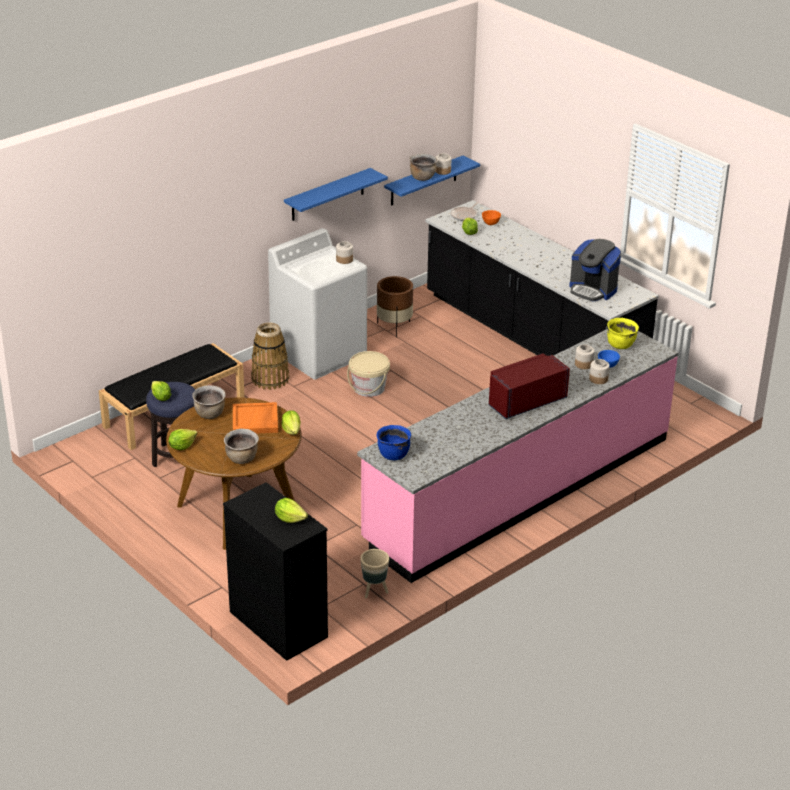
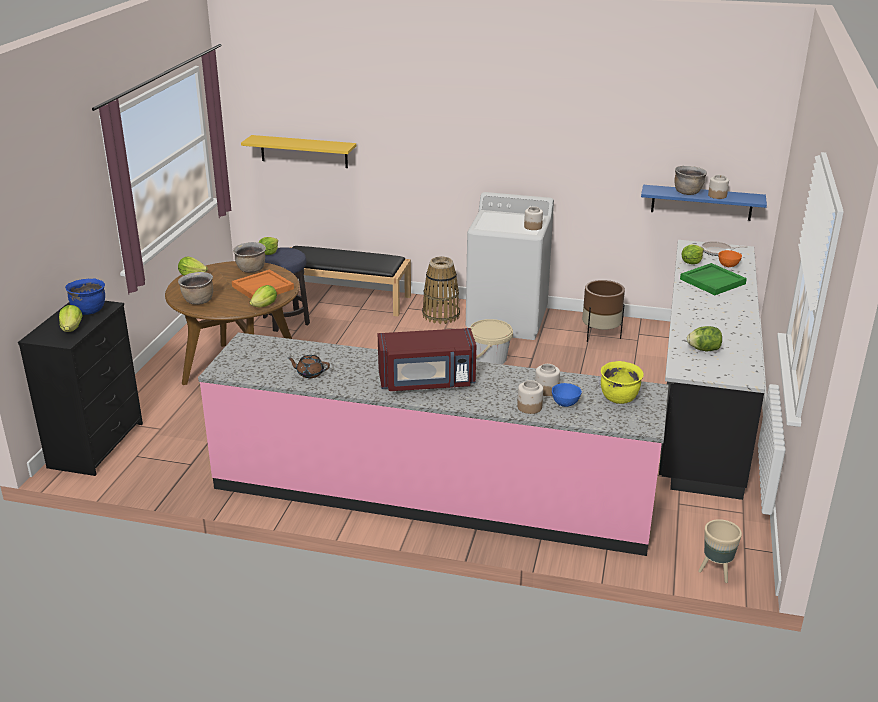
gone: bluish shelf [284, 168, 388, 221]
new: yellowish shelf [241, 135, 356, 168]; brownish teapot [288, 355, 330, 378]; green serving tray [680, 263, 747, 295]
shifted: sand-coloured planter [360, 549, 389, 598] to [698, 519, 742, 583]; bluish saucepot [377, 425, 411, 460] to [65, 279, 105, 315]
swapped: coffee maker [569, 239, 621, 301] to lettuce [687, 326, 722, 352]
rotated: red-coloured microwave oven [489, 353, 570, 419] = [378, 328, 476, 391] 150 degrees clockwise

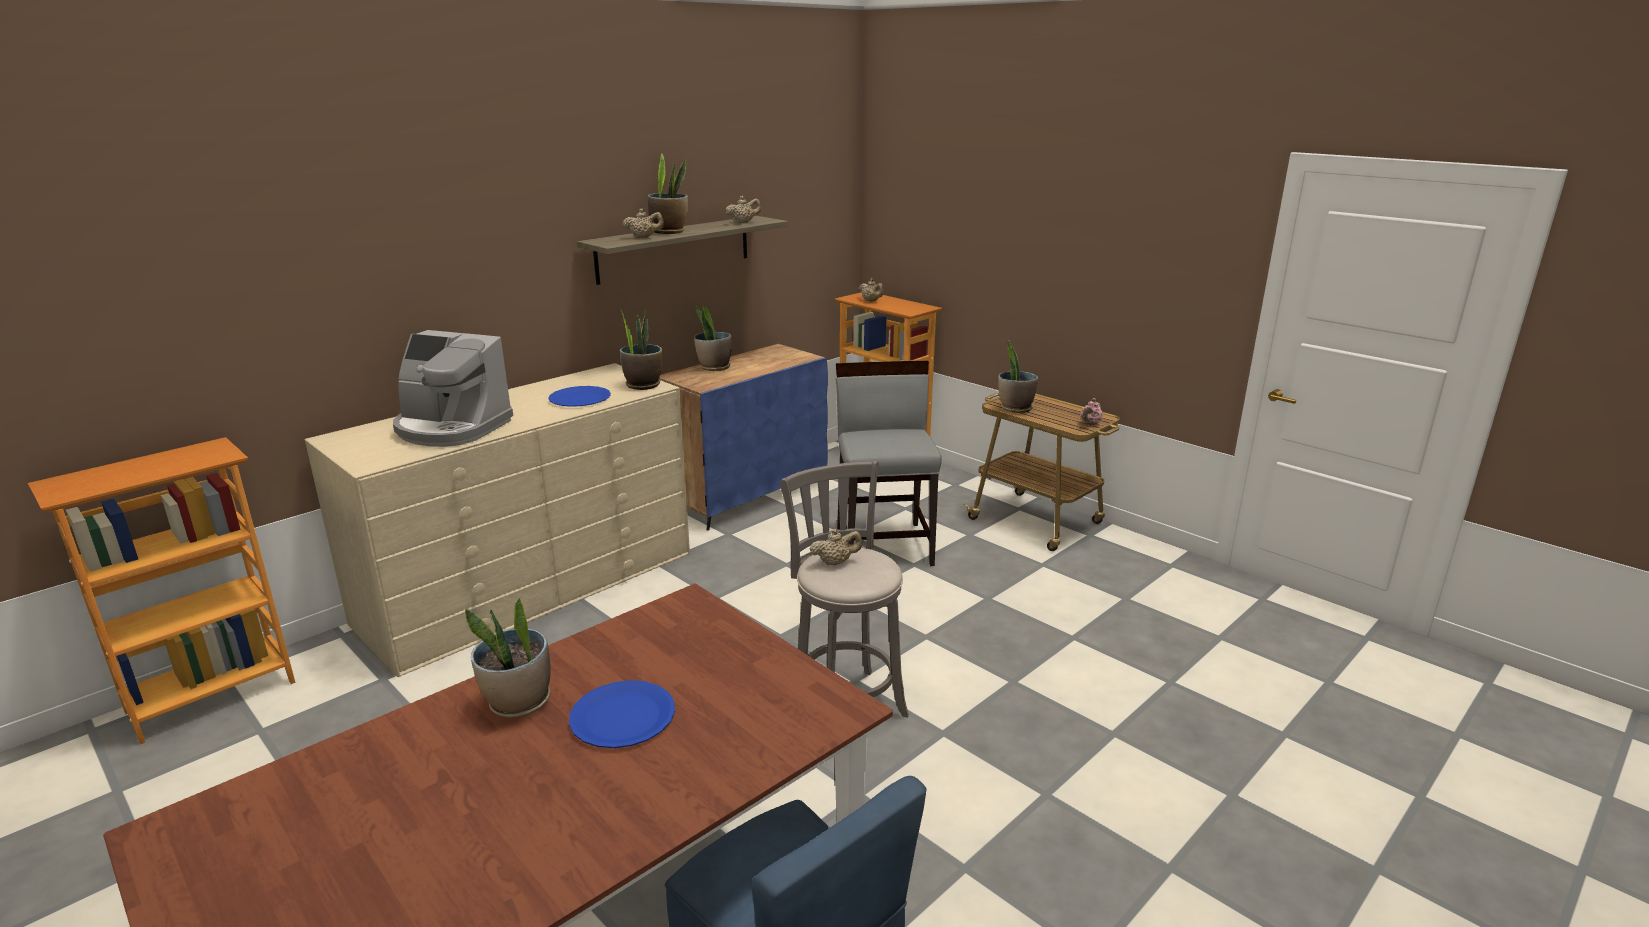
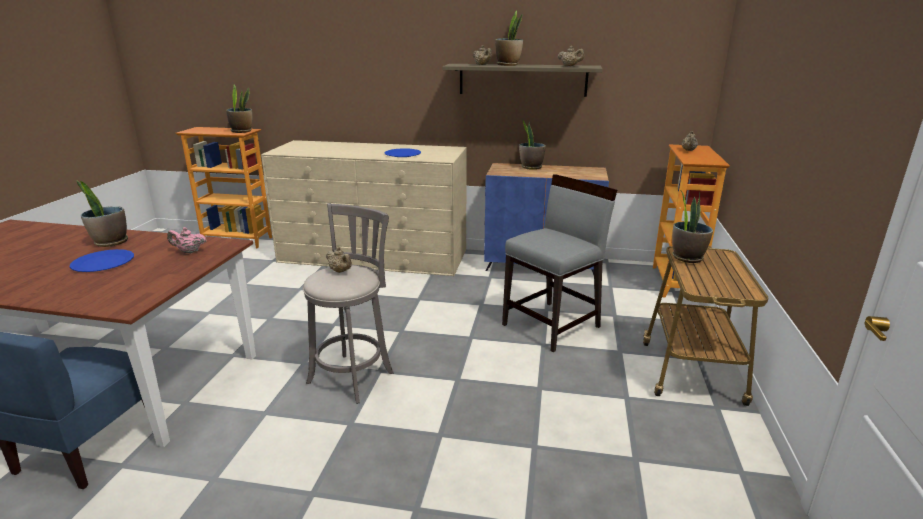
gone: coffee maker [393, 330, 513, 447]
shifted: plant in a pot [619, 309, 662, 390] to [226, 84, 253, 133]; pink-coloured teapot [1080, 398, 1103, 425] to [167, 227, 206, 253]

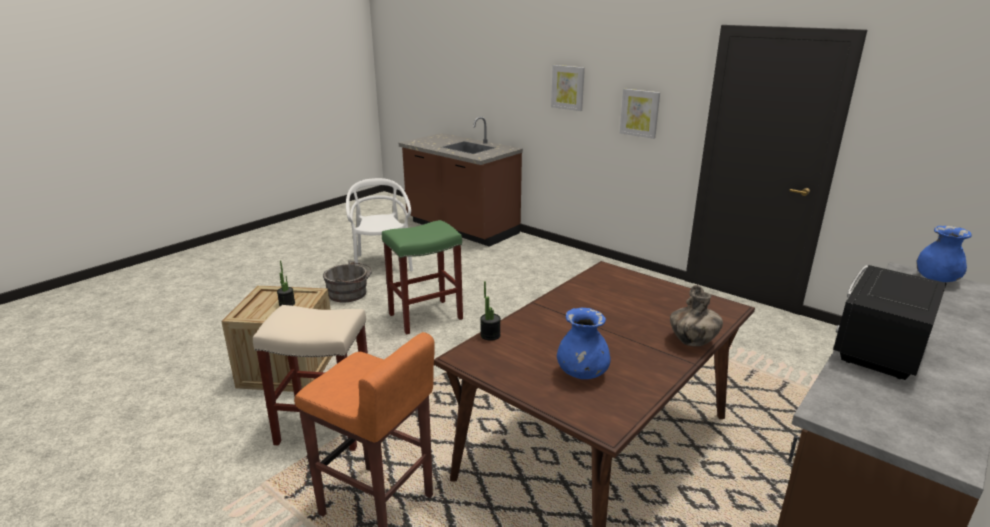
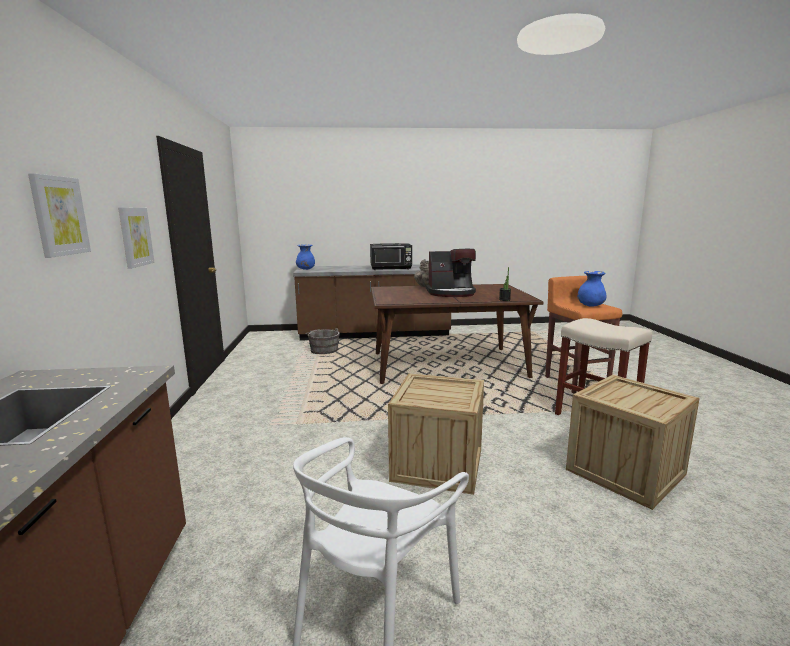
gone: plant in a pot [277, 260, 295, 306]
new: coffee maker [426, 249, 476, 297]
shifted: greyish pail [323, 261, 372, 302] to [305, 328, 340, 354]; bluish flower vase [557, 308, 611, 379] to [577, 271, 607, 307]
swapped: green stool seat [382, 220, 463, 335] to packing crate [388, 374, 484, 495]

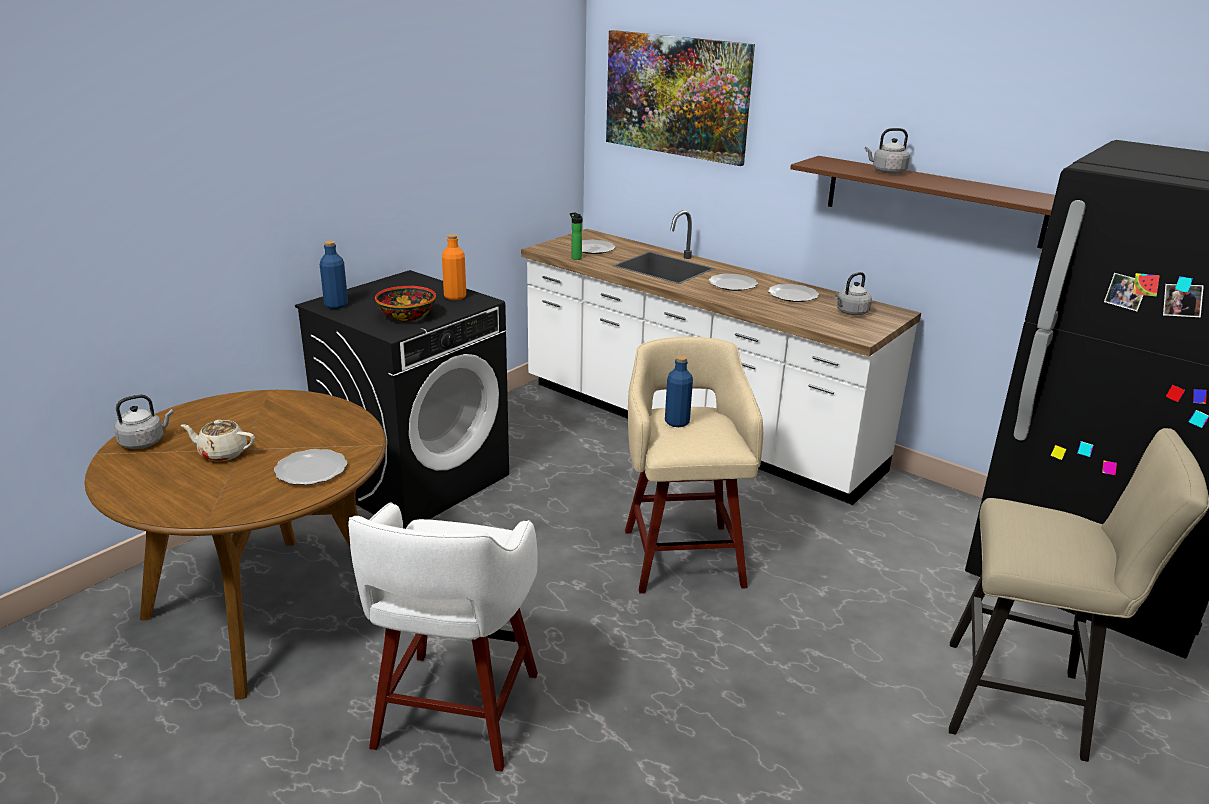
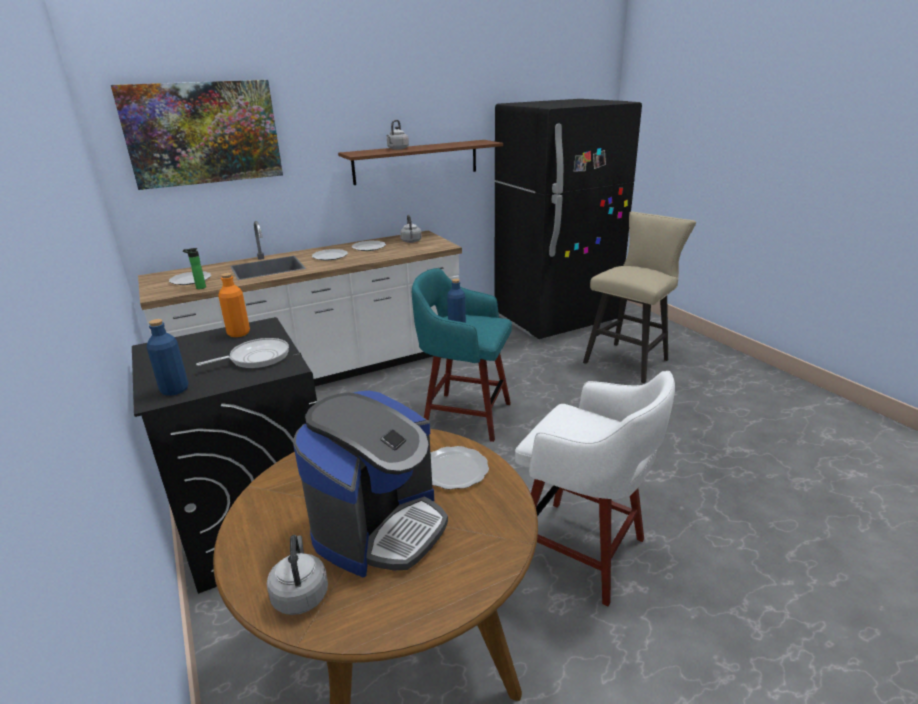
swapped: sand-coloured teapot [181, 420, 255, 461] to coffee maker [293, 391, 448, 577]; bowl [375, 286, 436, 321] to frying pan [196, 338, 289, 368]
repainted: sand-coloured stool seat [625, 337, 763, 594] to turquoise-coloured stool seat [412, 268, 512, 442]

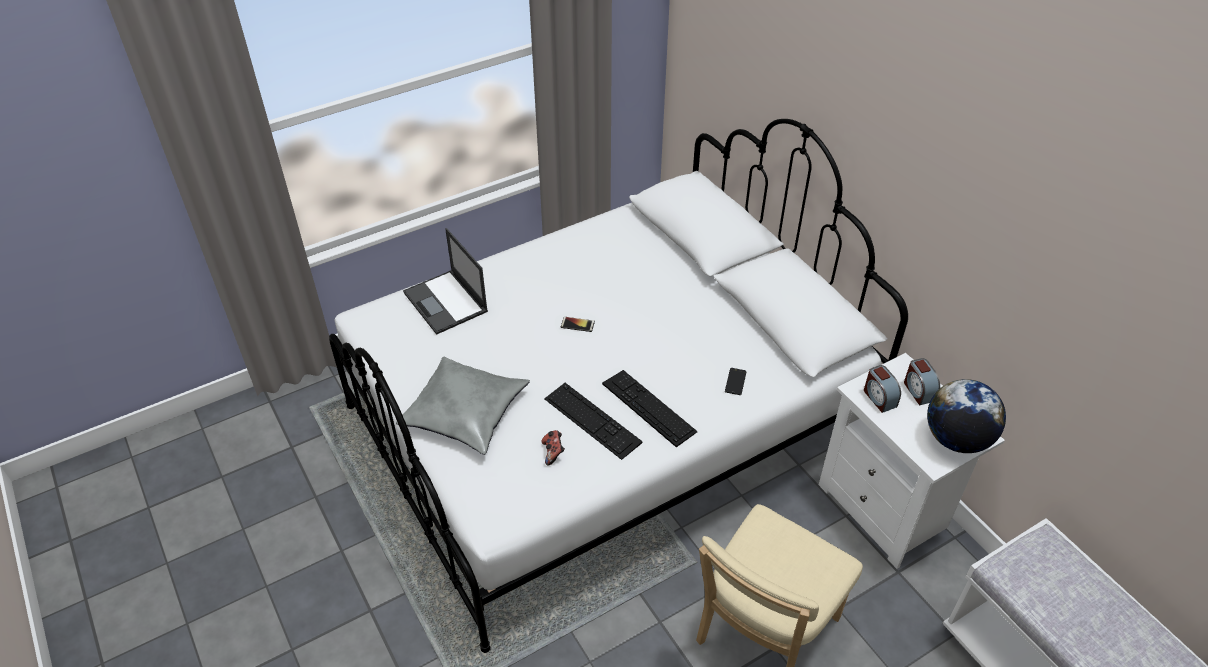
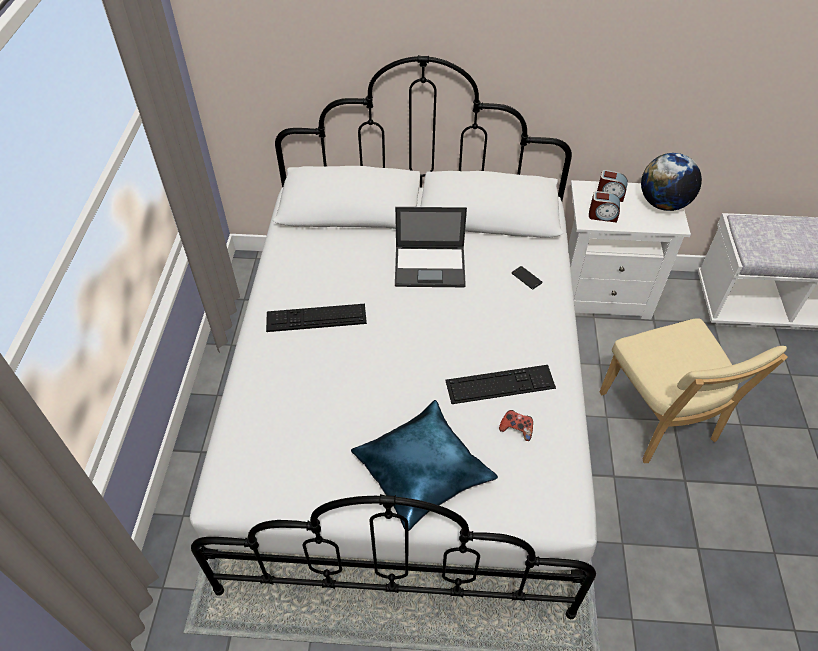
gone: handset [561, 317, 595, 332]
shifted: portable computer [403, 228, 488, 335] to [395, 207, 467, 287]; computer keyboard [602, 370, 698, 447] to [266, 304, 367, 332]
repainted: greyish cushion [396, 357, 530, 455] to bluish cushion [351, 400, 498, 531]

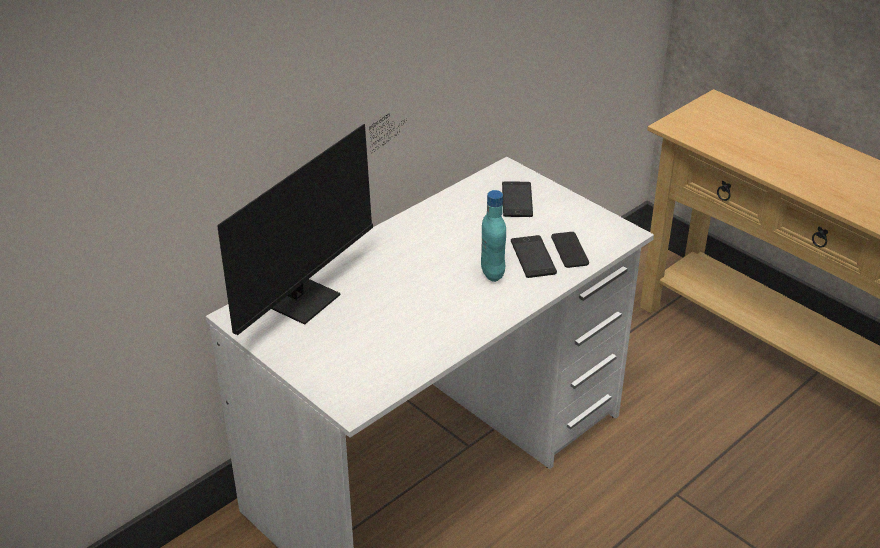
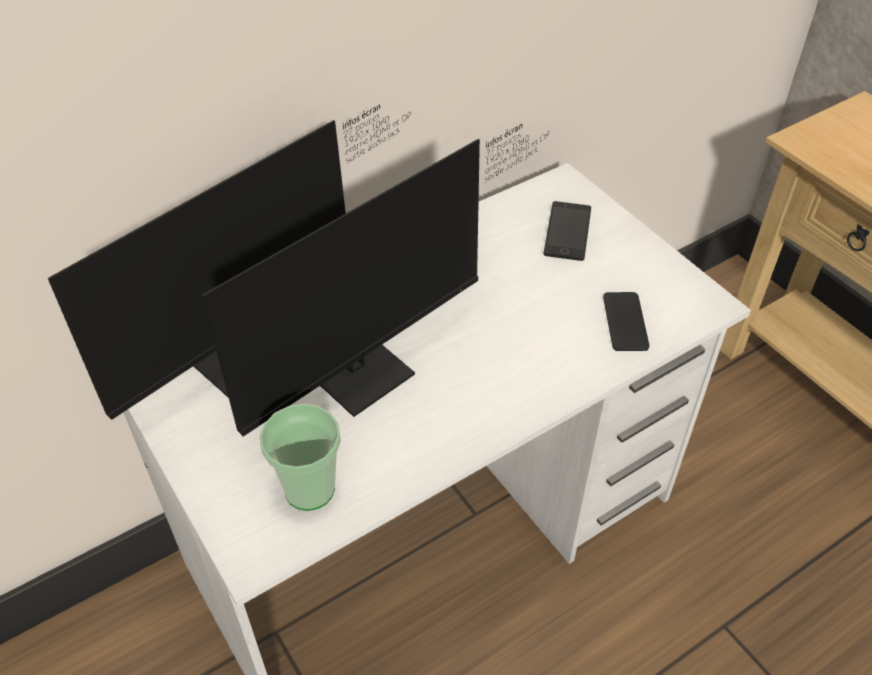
gone: turquoise-coloured drink bottle [481, 190, 506, 282]; handset [511, 235, 557, 278]
new: monitor [202, 124, 549, 436]; cup [260, 404, 341, 511]

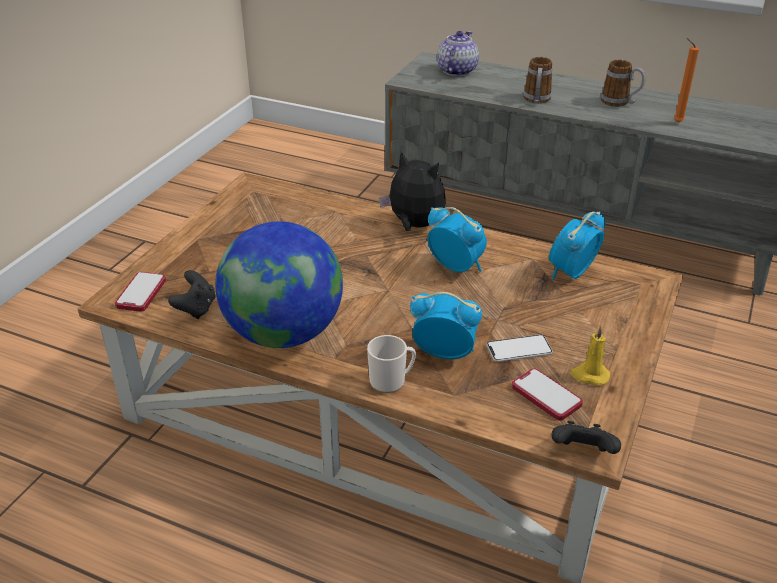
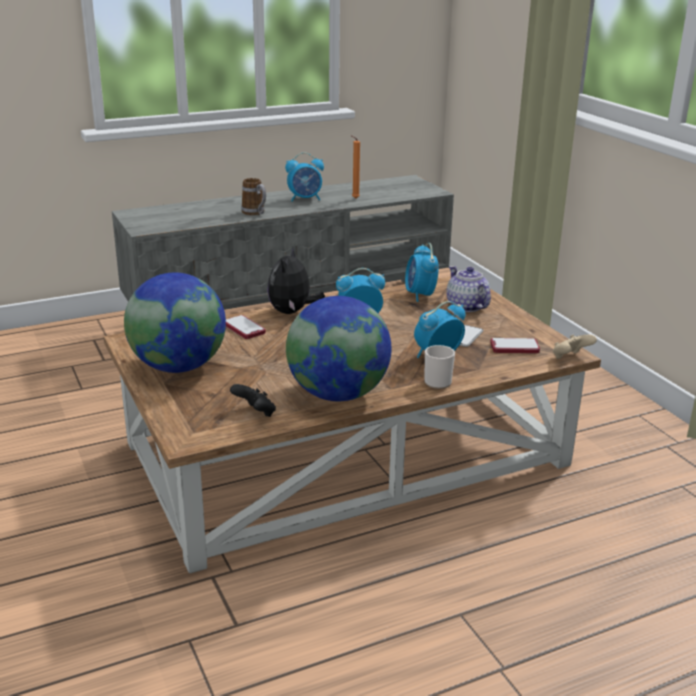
gone: yellowish candle [570, 326, 610, 386]
new: desk globe [124, 272, 226, 373]
shifted: handset [115, 272, 166, 312] to [226, 315, 266, 339]; teapot [437, 31, 479, 76] to [447, 266, 491, 312]
swapped: mug [601, 60, 646, 107] to bedside clock [285, 152, 324, 202]
repainted: blackish joypad [551, 421, 621, 454] to sand-coloured joypad [553, 335, 597, 359]
rotated: plush toy [379, 152, 446, 231] = [267, 246, 325, 314] 60 degrees counterclockwise

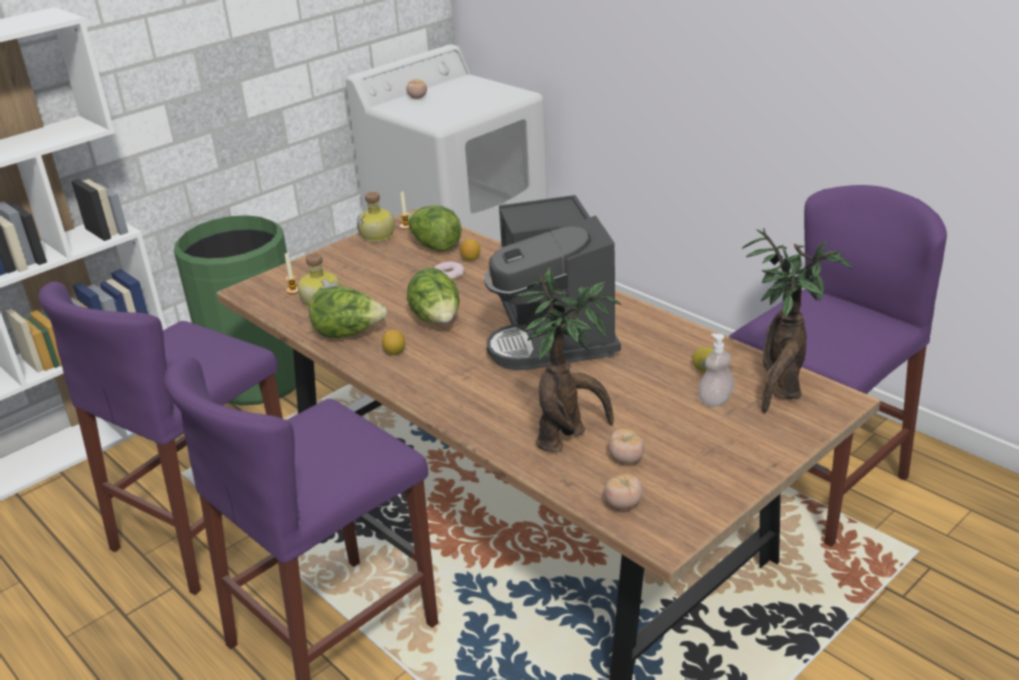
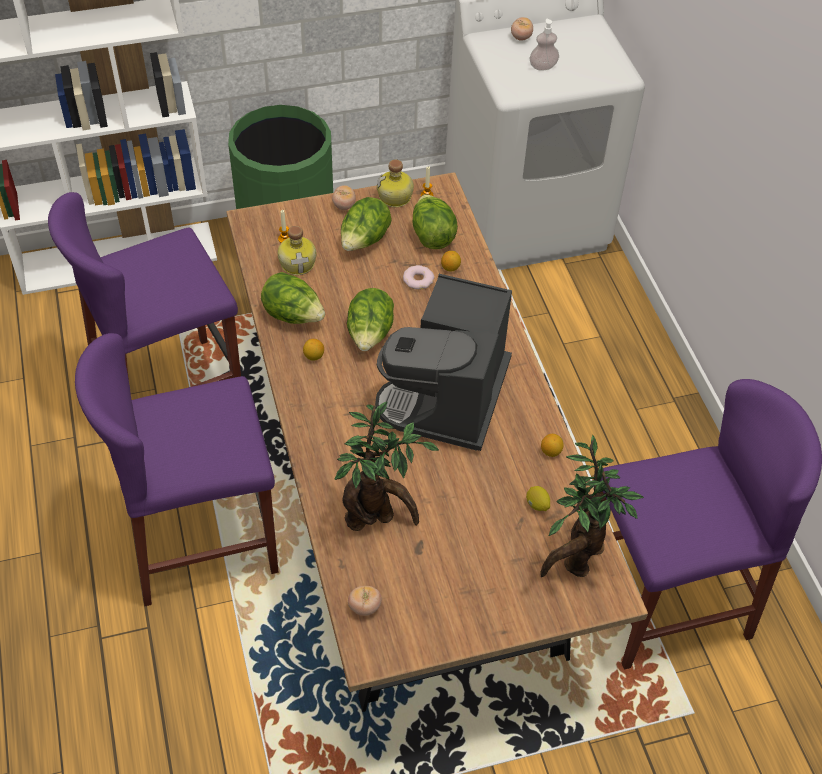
new: lettuce [341, 197, 392, 251]; whole lemon [541, 434, 564, 457]
shifted: fresh tomato [608, 428, 645, 464] to [332, 185, 356, 210]; liquid soap bottle [698, 333, 734, 407] to [530, 19, 559, 71]

